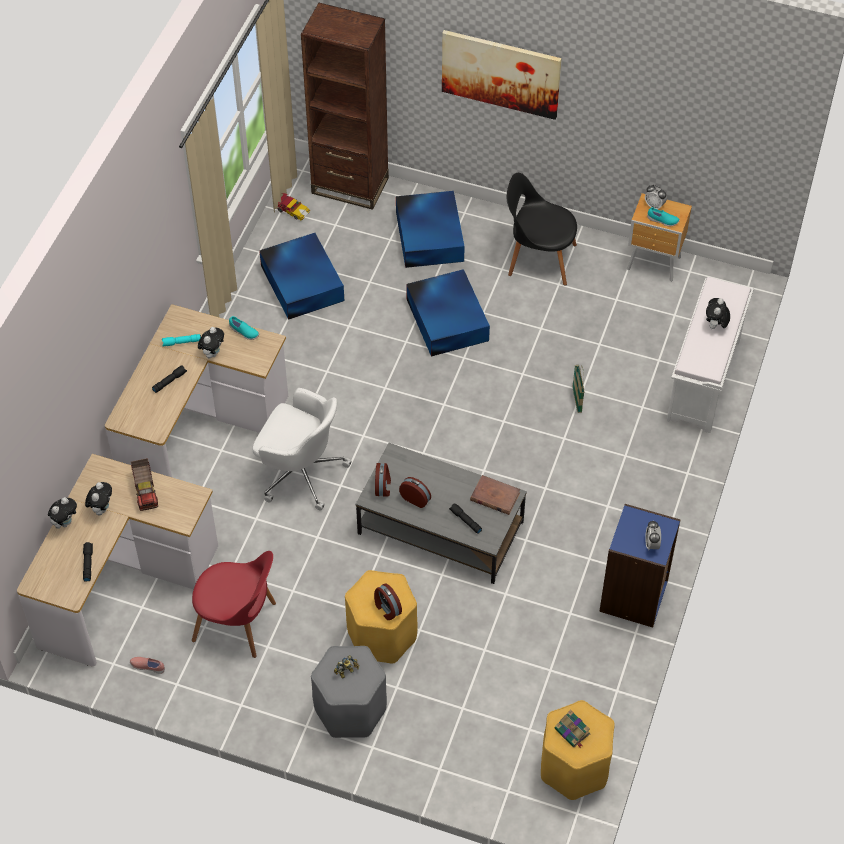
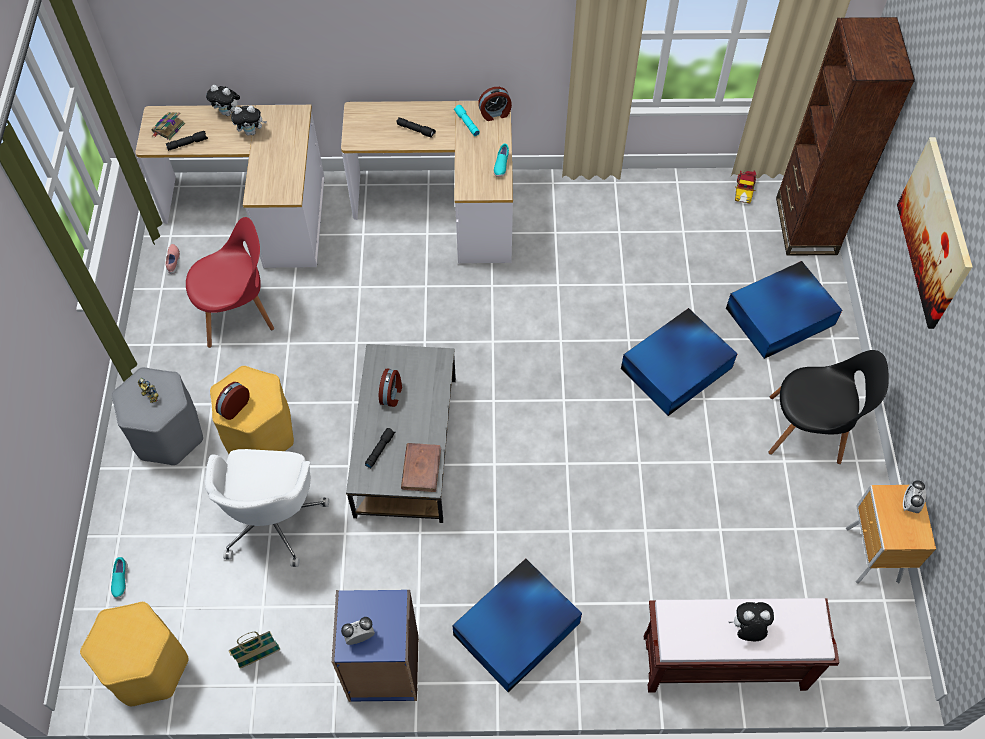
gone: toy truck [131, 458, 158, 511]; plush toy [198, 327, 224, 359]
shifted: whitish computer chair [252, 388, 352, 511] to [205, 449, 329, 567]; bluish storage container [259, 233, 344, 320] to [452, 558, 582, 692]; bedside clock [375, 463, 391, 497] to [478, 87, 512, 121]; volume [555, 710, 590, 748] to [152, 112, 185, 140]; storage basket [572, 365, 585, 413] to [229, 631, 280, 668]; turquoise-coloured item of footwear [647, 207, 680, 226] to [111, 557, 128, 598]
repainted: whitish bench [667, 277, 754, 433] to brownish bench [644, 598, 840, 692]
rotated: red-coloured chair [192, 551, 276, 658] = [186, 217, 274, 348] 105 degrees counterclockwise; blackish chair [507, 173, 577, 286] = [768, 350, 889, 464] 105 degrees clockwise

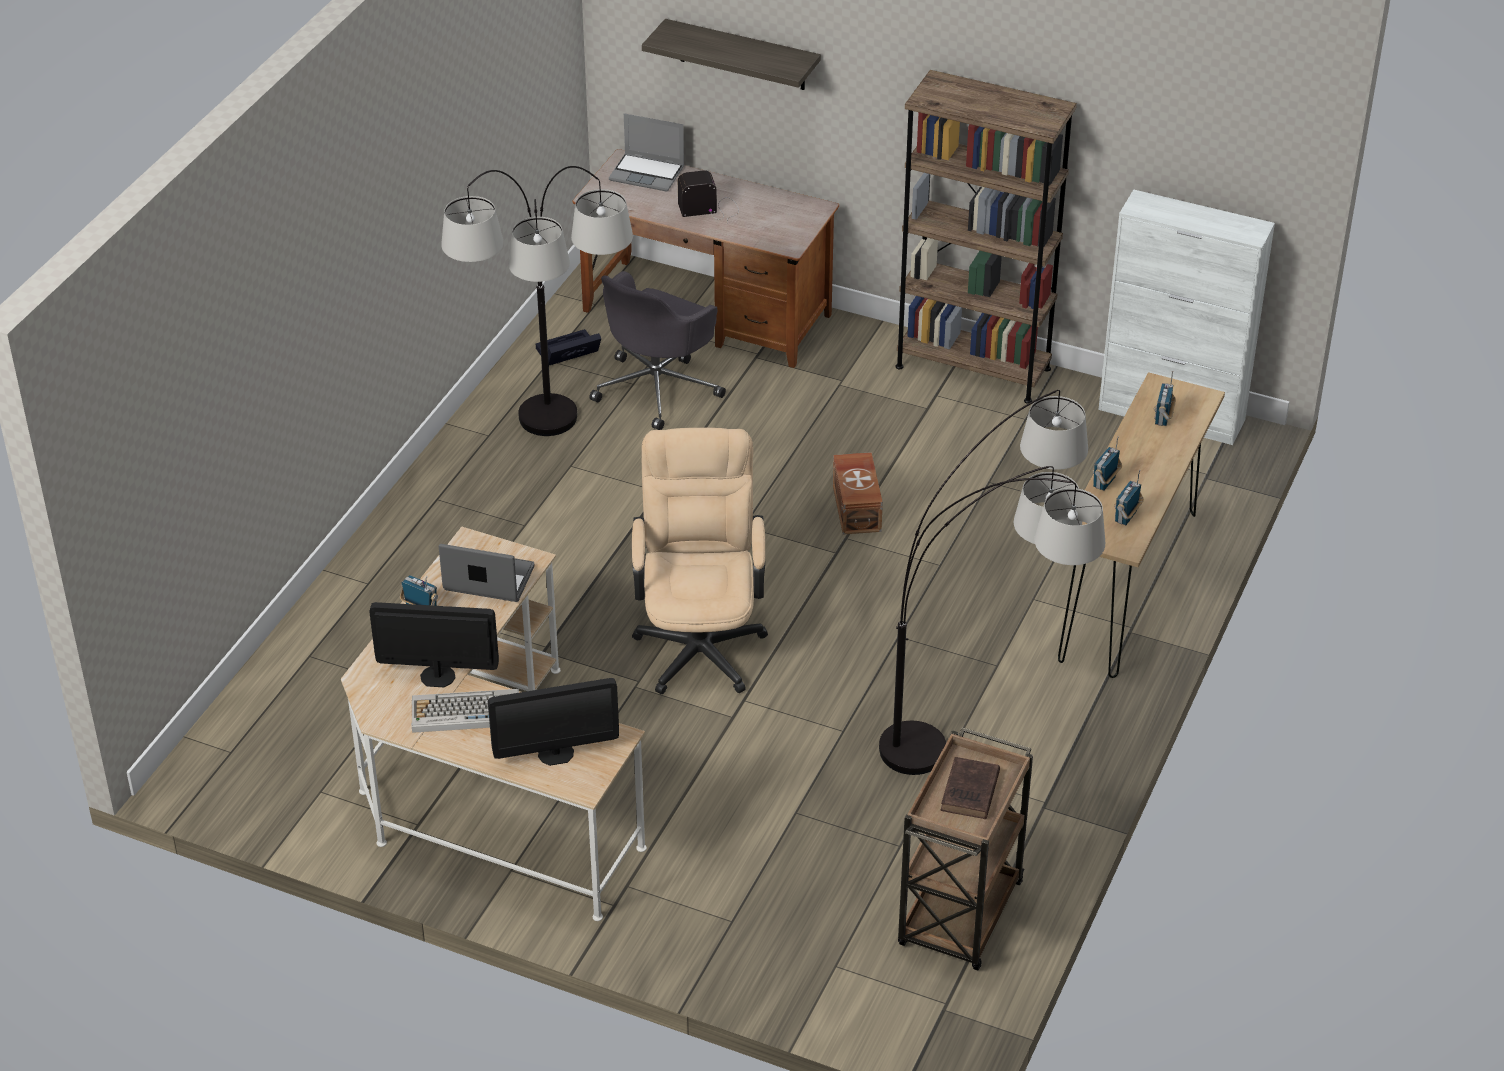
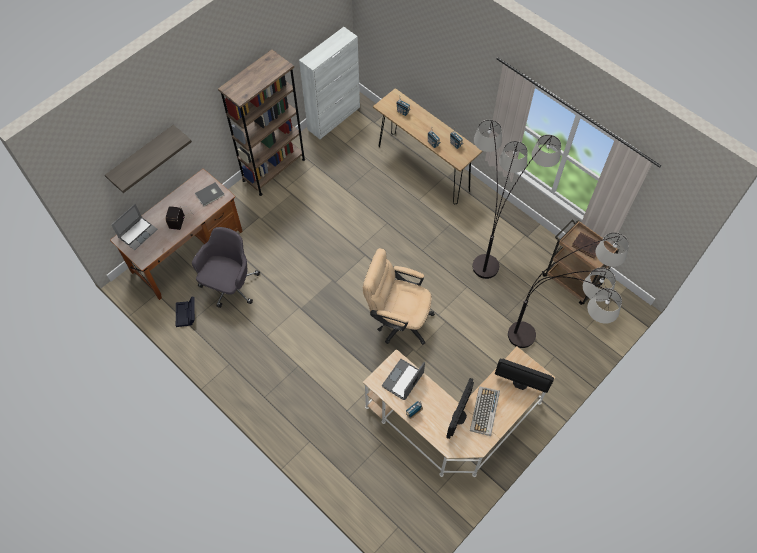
gone: brownish storage container [833, 452, 883, 534]
new: greyish volume [195, 182, 224, 206]
shifted: standing lamp [442, 166, 633, 436] to [508, 232, 629, 348]
rotated: monitor [488, 678, 619, 766] = [495, 358, 554, 393] 105 degrees clockwise; greyish computer chair [589, 271, 726, 430] = [192, 227, 260, 308] 120 degrees counterclockwise

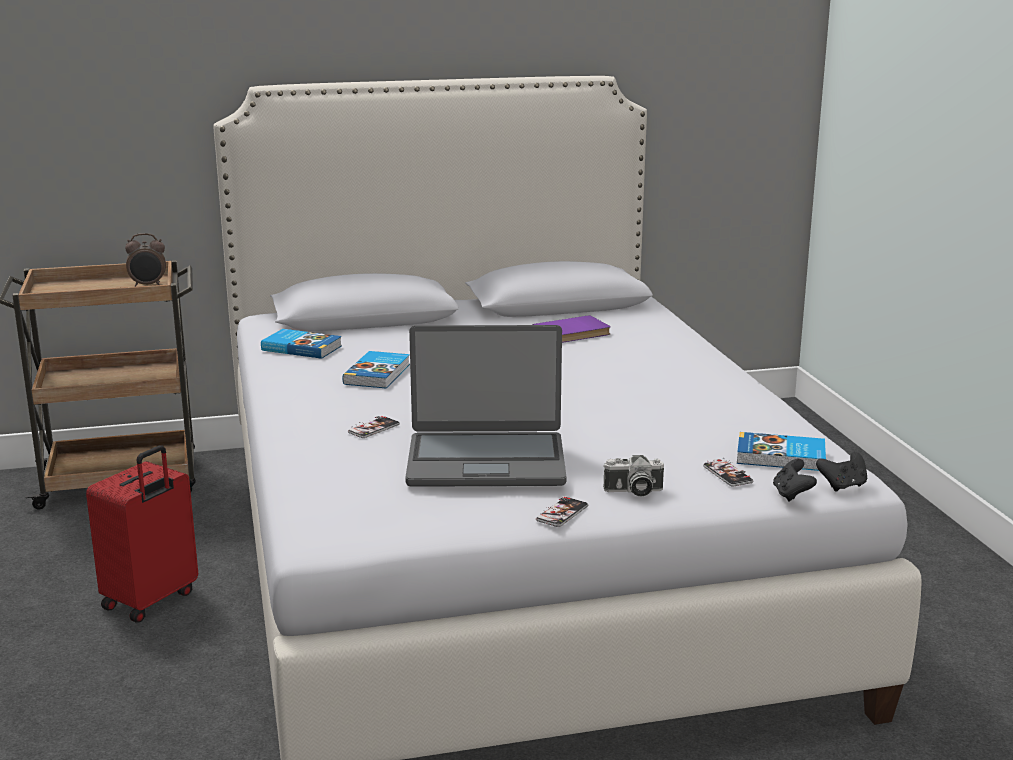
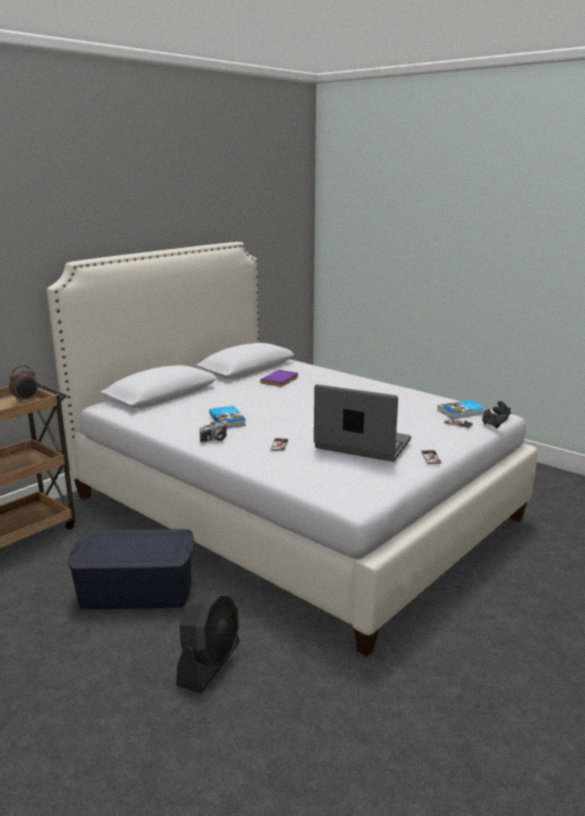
gone: volume [261, 329, 342, 359]
new: blackish fan [176, 591, 240, 693]
shifted: photo camera [603, 455, 664, 496] to [199, 421, 227, 443]
swapped: red-coloured suitcase [86, 445, 198, 622] to bluish storage container [69, 529, 195, 609]
rotated: portable computer [405, 325, 566, 487] = [314, 384, 411, 462] 120 degrees counterclockwise

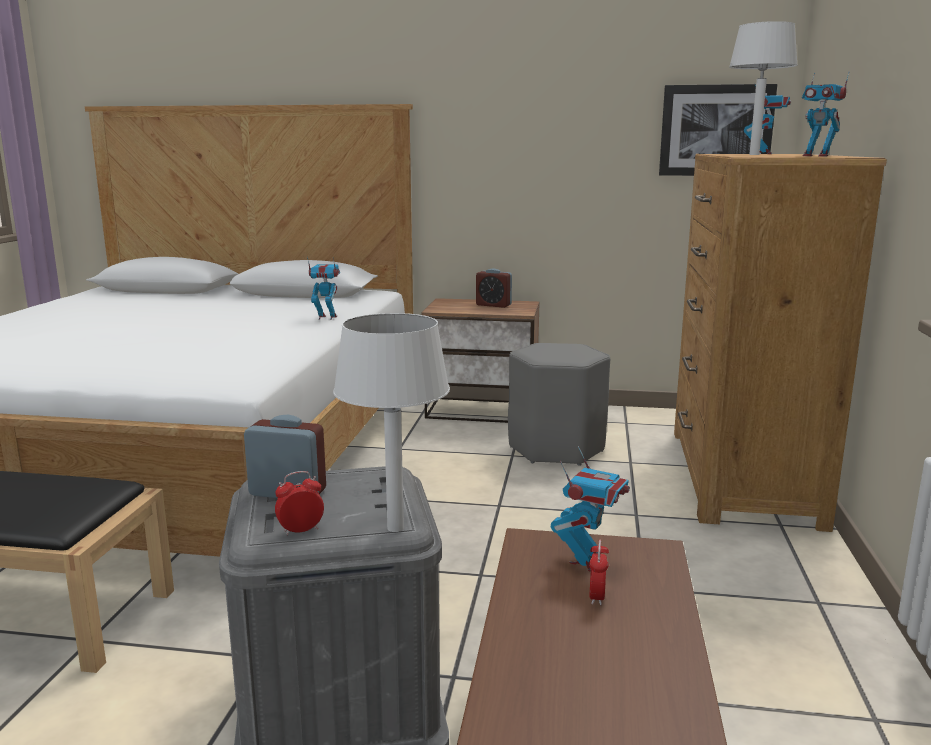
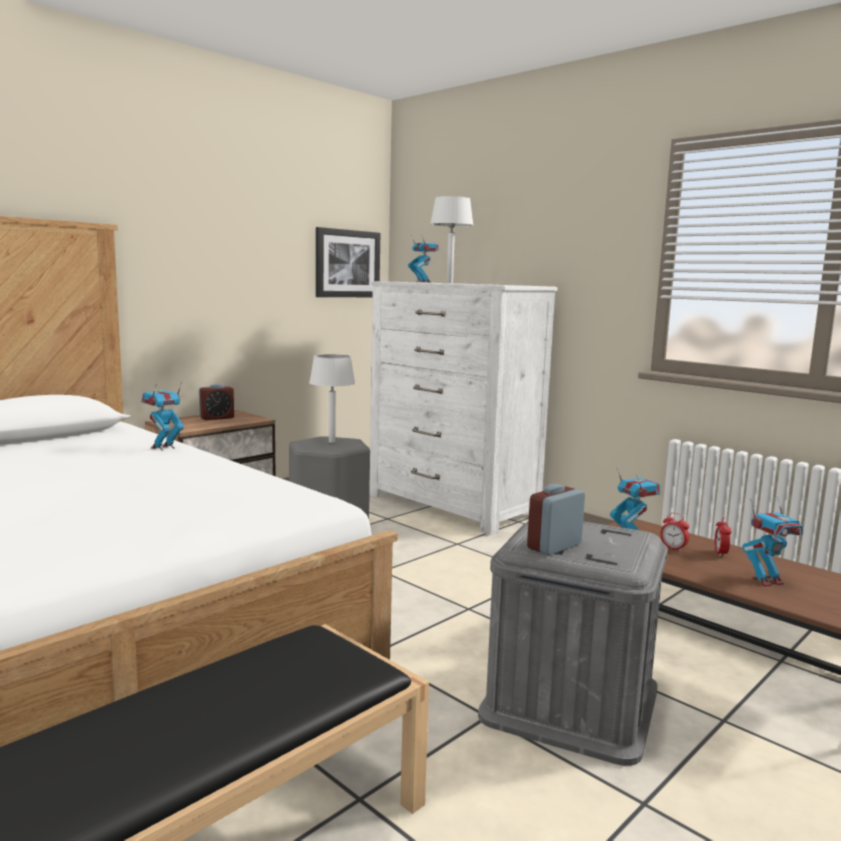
shifted: bedside clock [275, 471, 324, 535] to [715, 517, 732, 557]; whitish table lamp [333, 313, 450, 532] to [309, 354, 355, 443]; model robot [802, 71, 850, 156] to [742, 497, 803, 587]
repainted: brownish chest of drawers [674, 154, 887, 532] to whitish chest of drawers [369, 281, 557, 535]

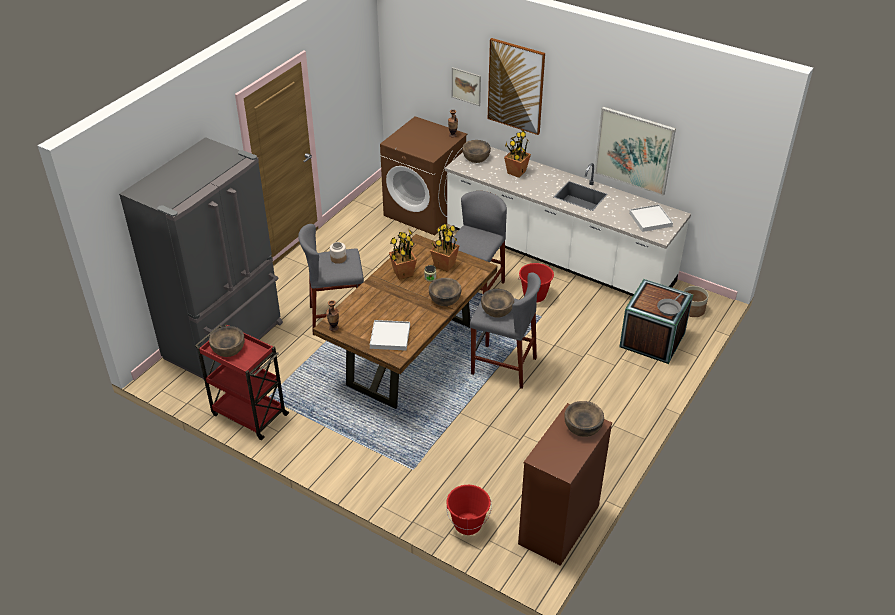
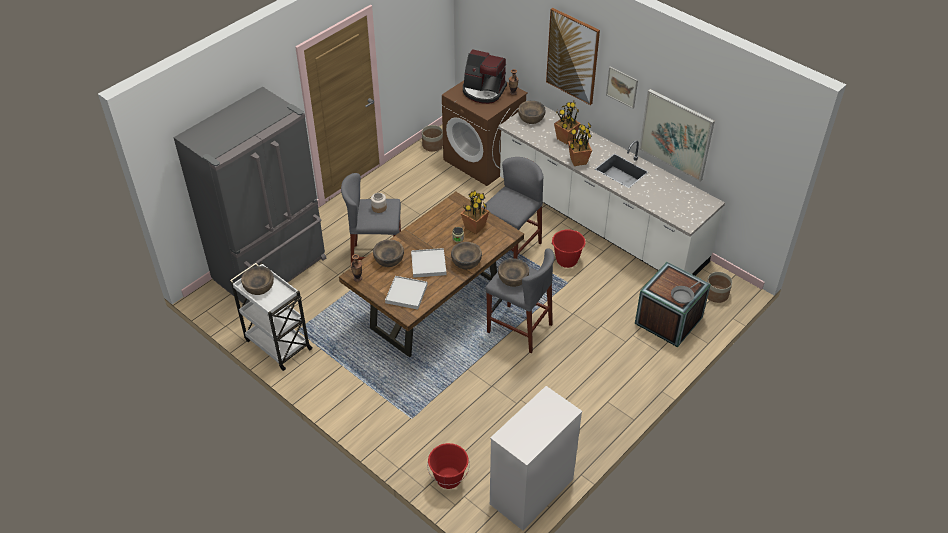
new: planter [422, 125, 443, 152]; coffee maker [463, 49, 507, 104]
shifted: plant in a pot [389, 229, 417, 280] to [568, 122, 592, 166]; wall picture [452, 67, 481, 106] to [606, 67, 638, 109]; brownish bowl [564, 401, 604, 437] to [373, 239, 404, 267]; whitish serving tray [629, 204, 673, 232] to [411, 248, 446, 278]
repainted: red-coloured wheeled cart [195, 324, 290, 440] to whitish wheeled cart [230, 262, 313, 371]; brownish chest of drawers [518, 403, 612, 566] to whitish chest of drawers [490, 386, 582, 530]

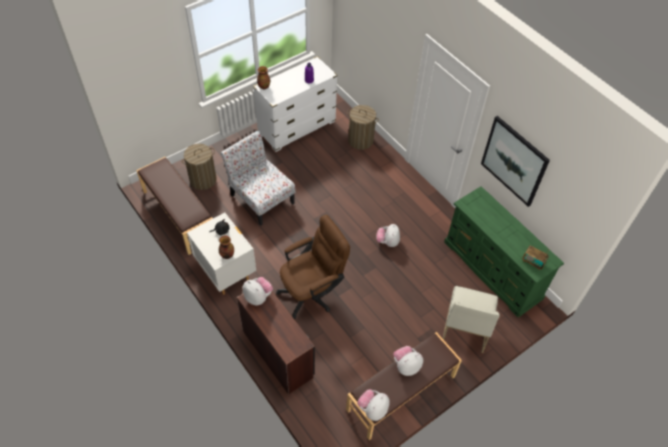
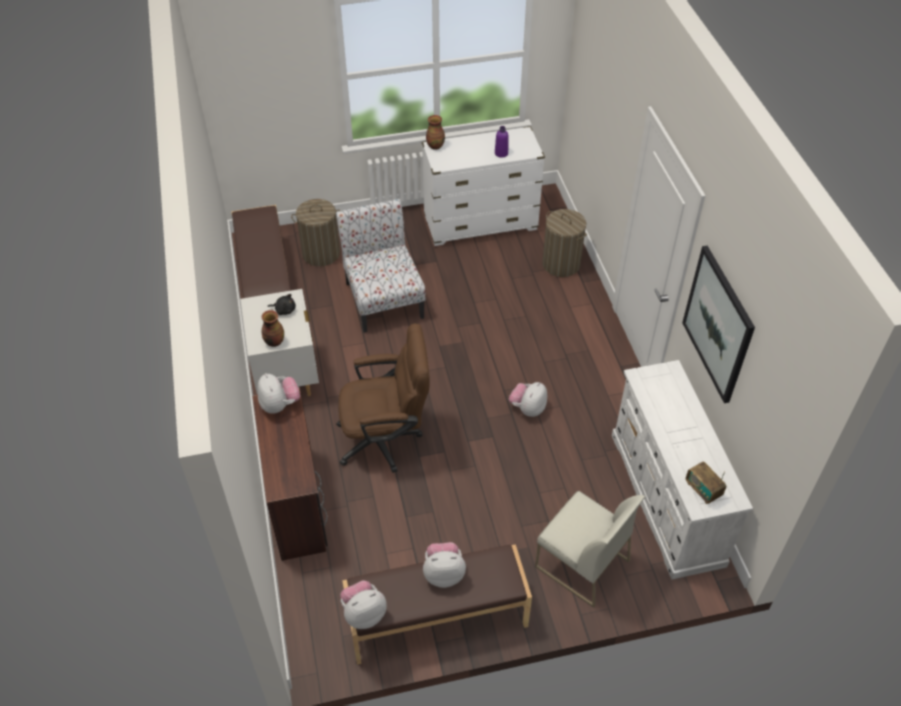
repainted: green chest of drawers [444, 186, 564, 318] to whitish chest of drawers [612, 360, 753, 580]
rotated: whitish chair [443, 286, 500, 353] = [535, 491, 645, 608] 90 degrees counterclockwise

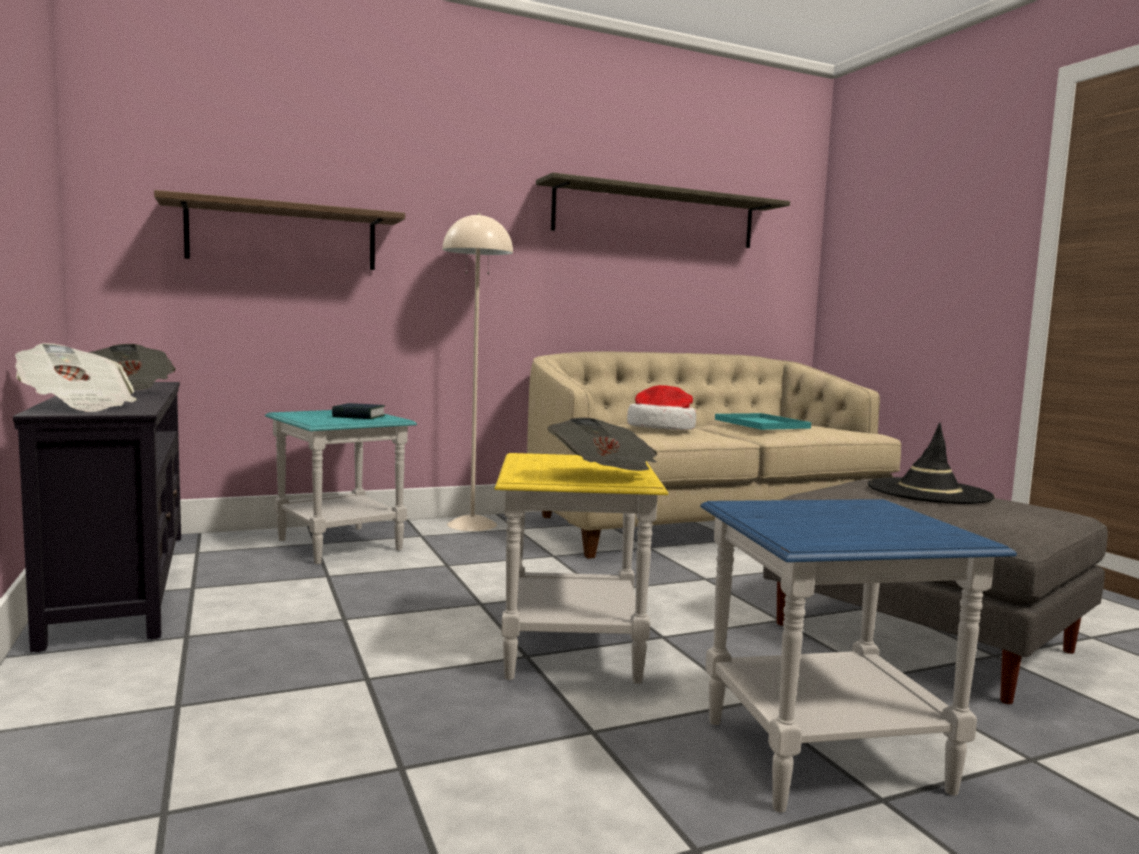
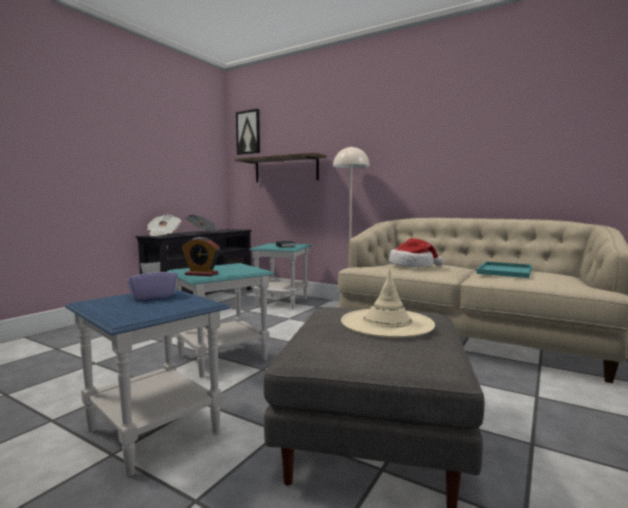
gone: shelf [536, 172, 790, 248]
new: purple-coloured tissue holder [127, 262, 177, 300]; wall picture [236, 109, 260, 155]
swapped: printed paper [547, 418, 658, 471] to bedside clock [182, 237, 220, 276]
repainted: yellowish end table [495, 453, 668, 684] to turquoise-coloured end table [167, 263, 275, 378]; blackish clothing hat [868, 423, 995, 504] to sand-coloured clothing hat [341, 269, 435, 338]

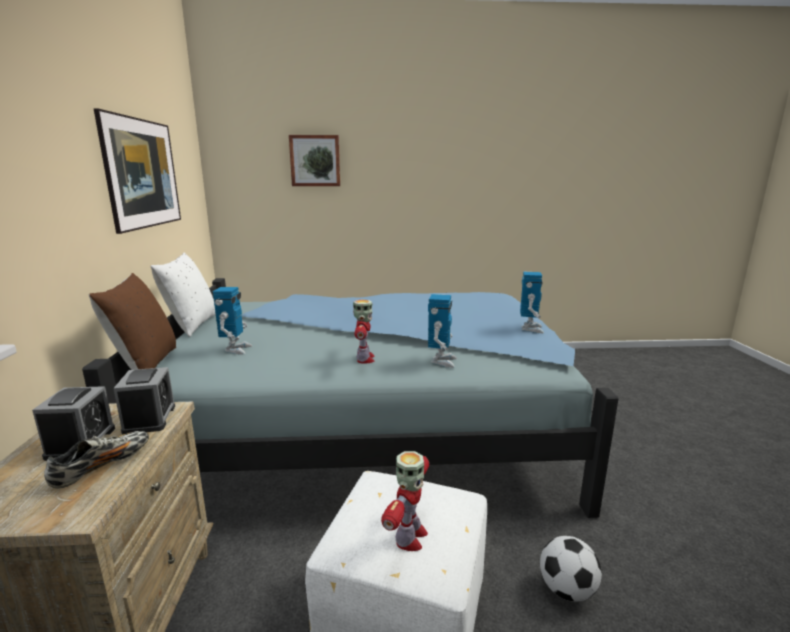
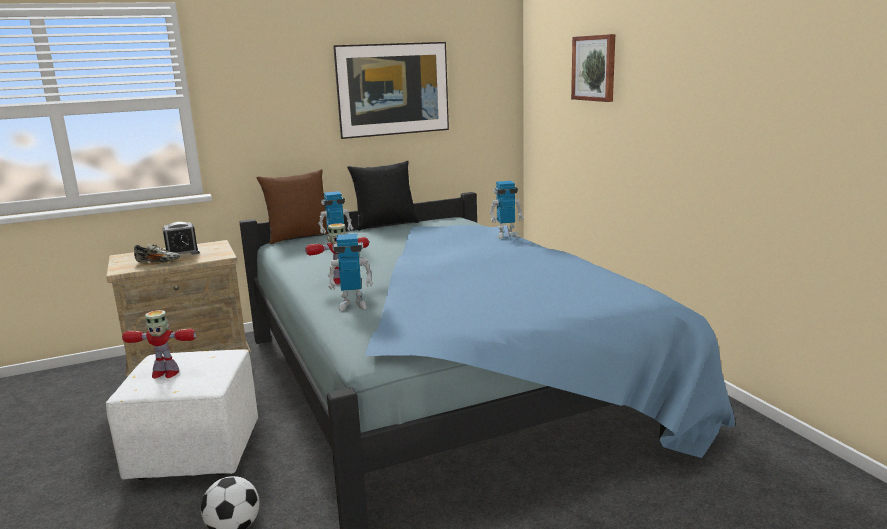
gone: bedside clock [113, 367, 175, 434]
shifted: model robot [520, 272, 544, 333] to [489, 181, 524, 239]
repainted: whitish cushion [151, 253, 216, 337] to blackish cushion [347, 161, 419, 231]

